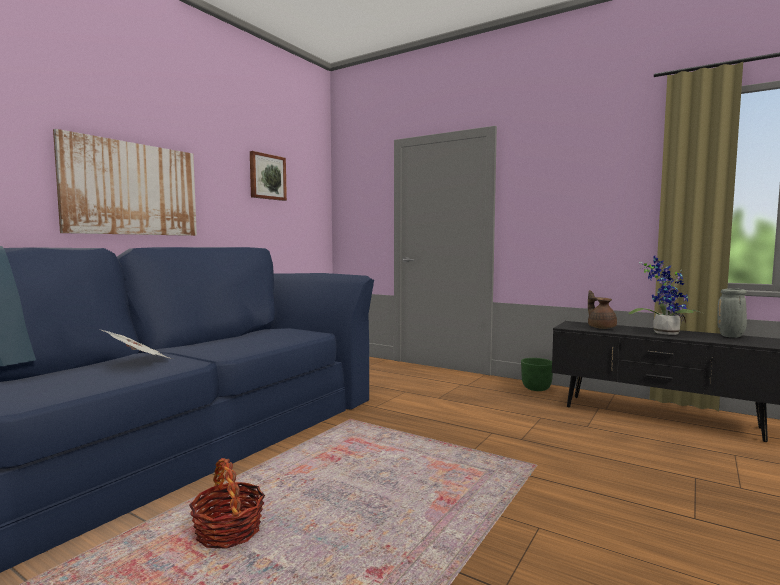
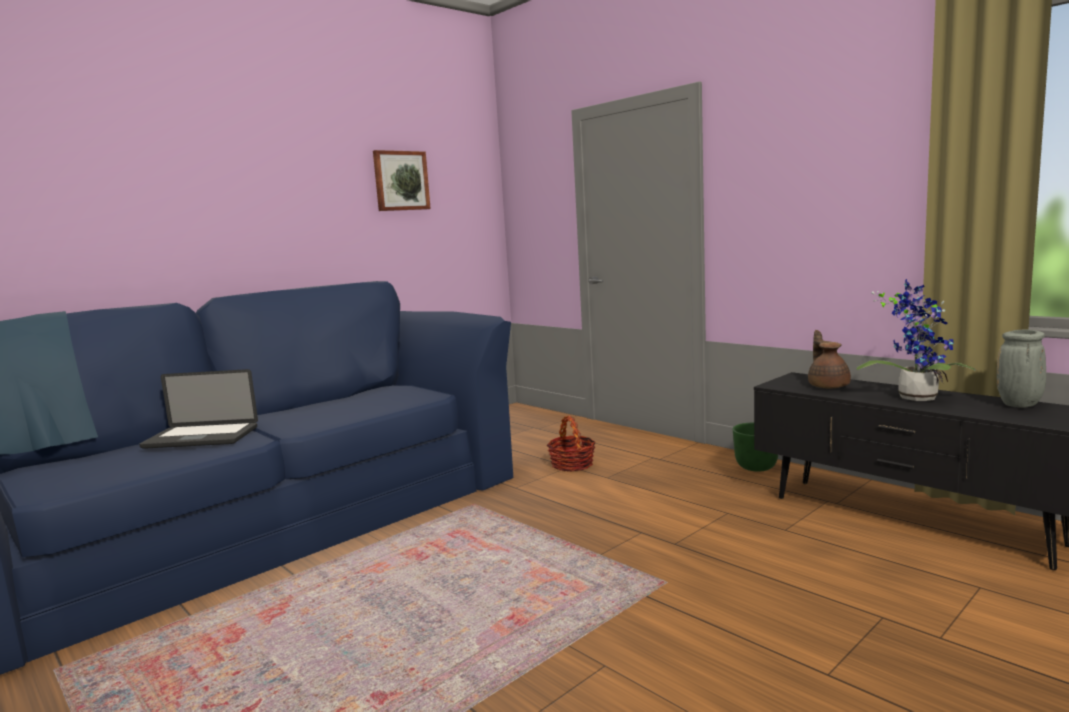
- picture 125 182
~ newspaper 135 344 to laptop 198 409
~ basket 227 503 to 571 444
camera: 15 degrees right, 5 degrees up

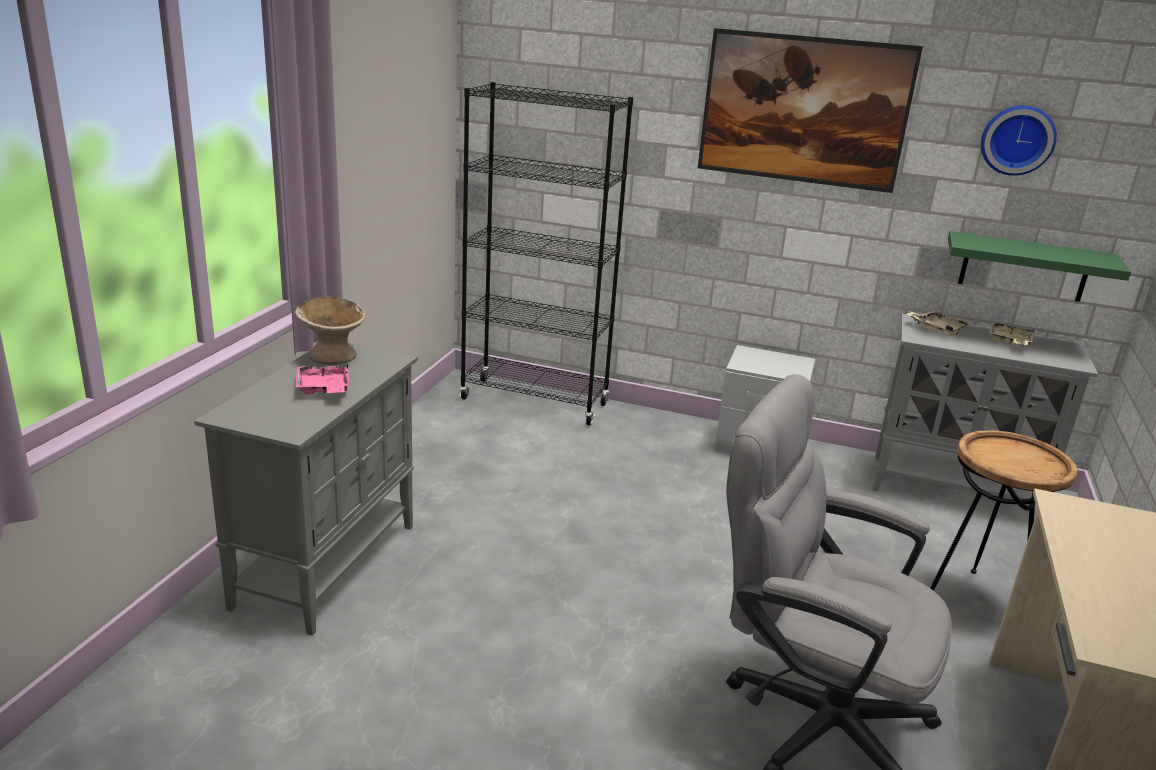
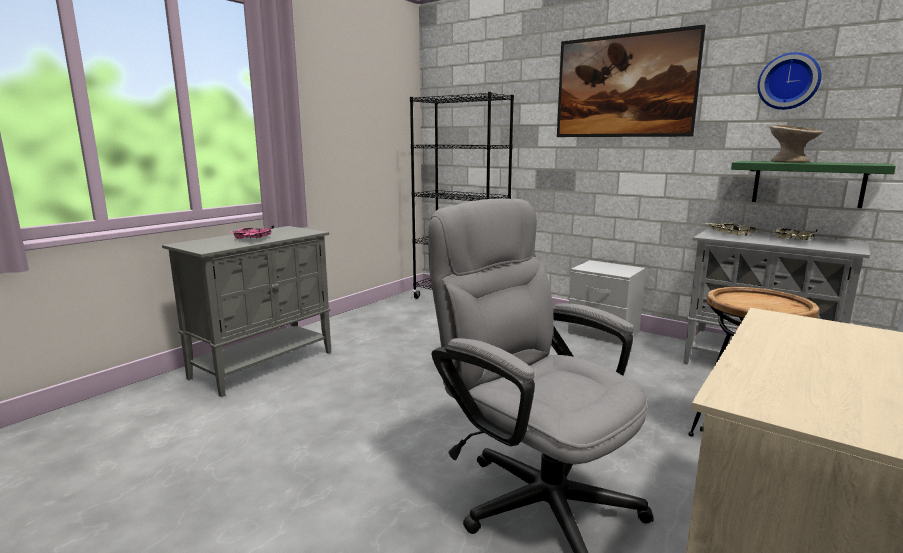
~ beige bowl 330 330 to 796 144
camera: 20 degrees right, 10 degrees down

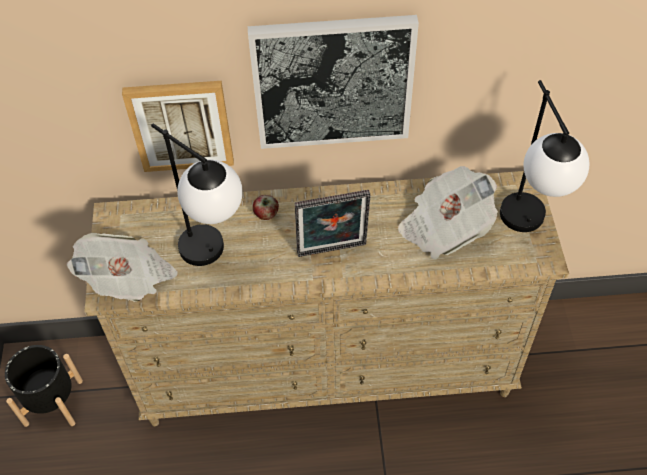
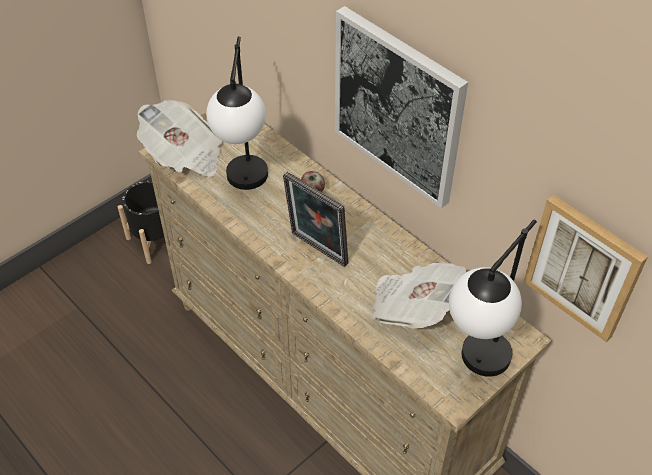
~ picture 178 126 to 586 268
camera: 50 degrees right, 5 degrees down

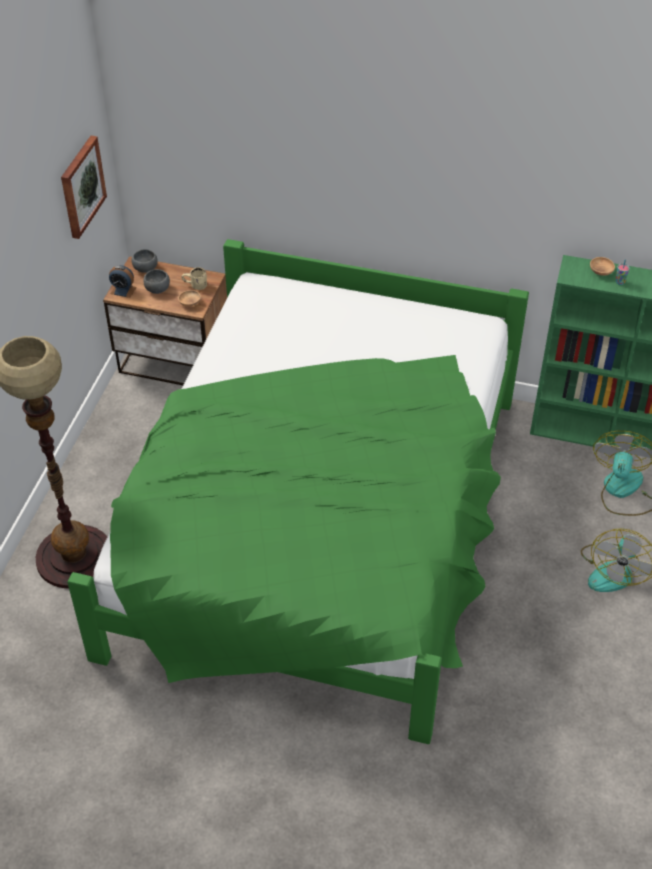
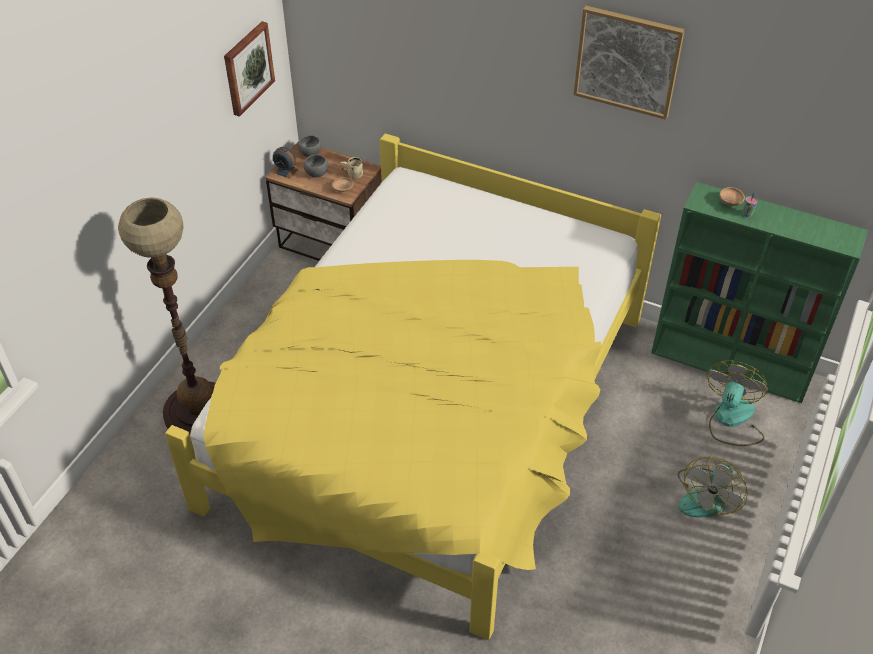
~ green bed 298 491 to yellow bed 413 386
+ picture 629 63
camera: 10 degrees right, 0 degrees up

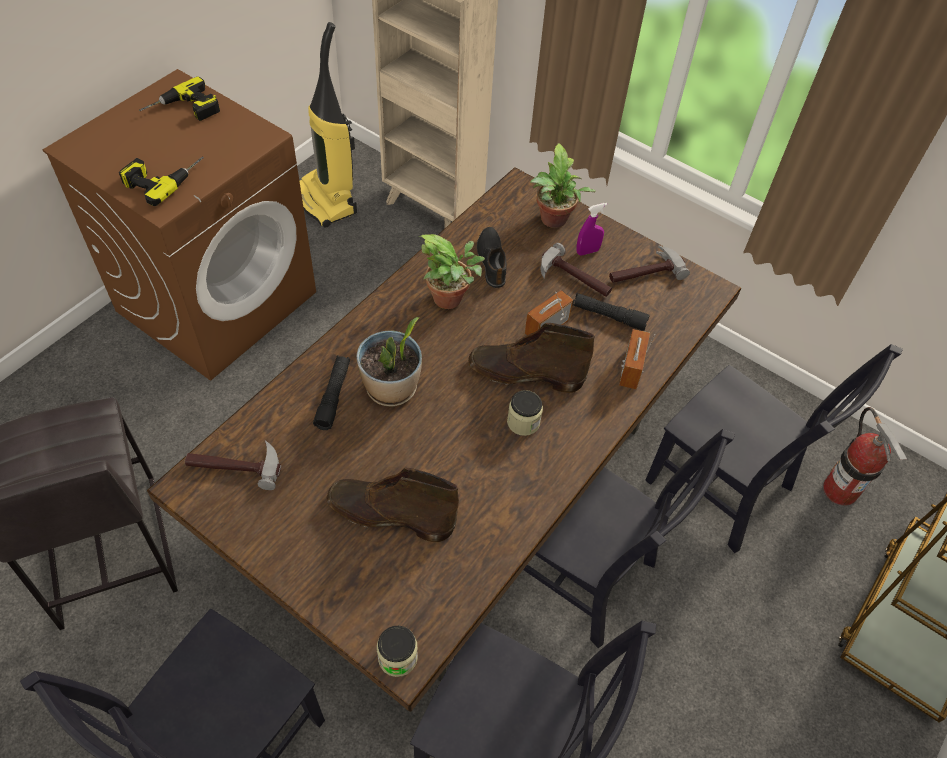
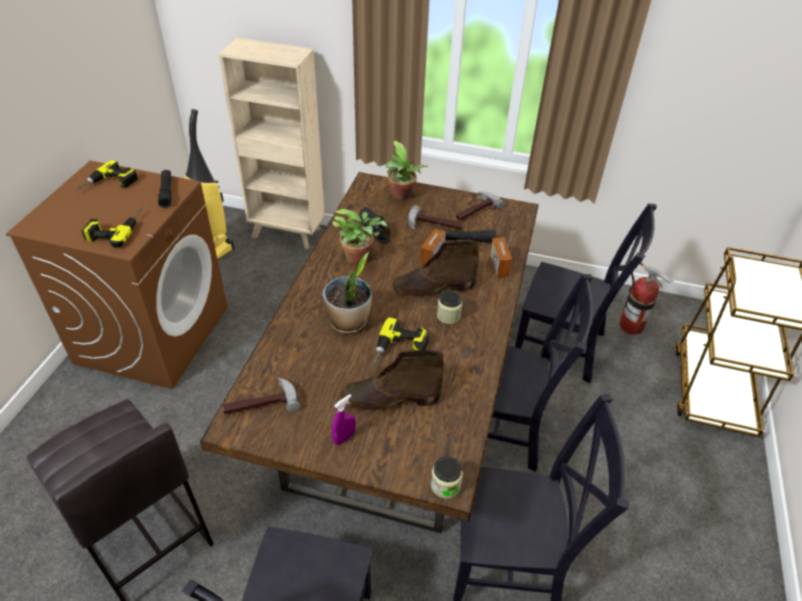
~ purple spray bottle 592 229 to 343 419
~ black flashlight 331 393 to 164 189
+ power drill 400 342
camera: 20 degrees left, 10 degrees down

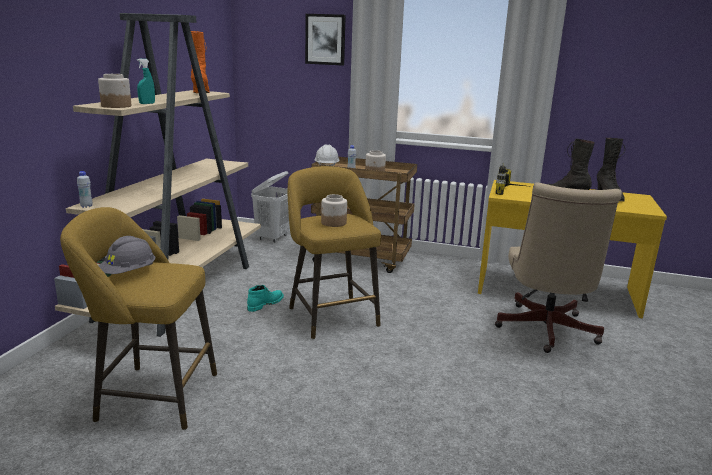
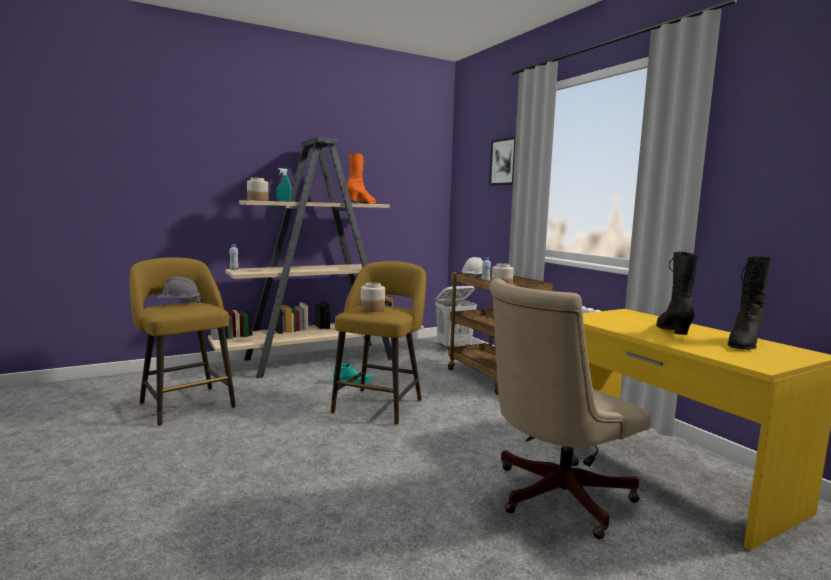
- power drill 513 179
camera: 45 degrees right, 10 degrees down

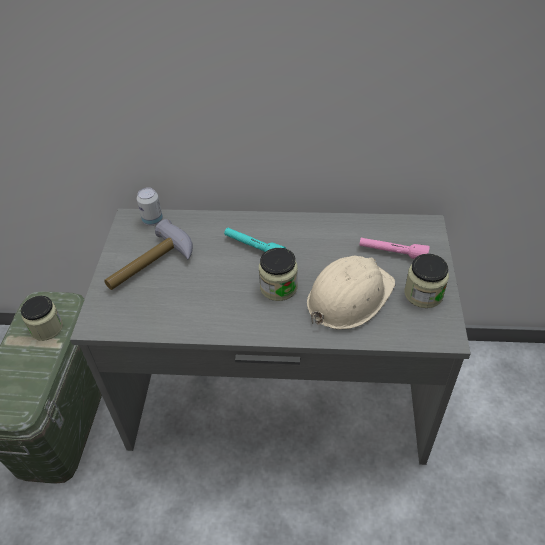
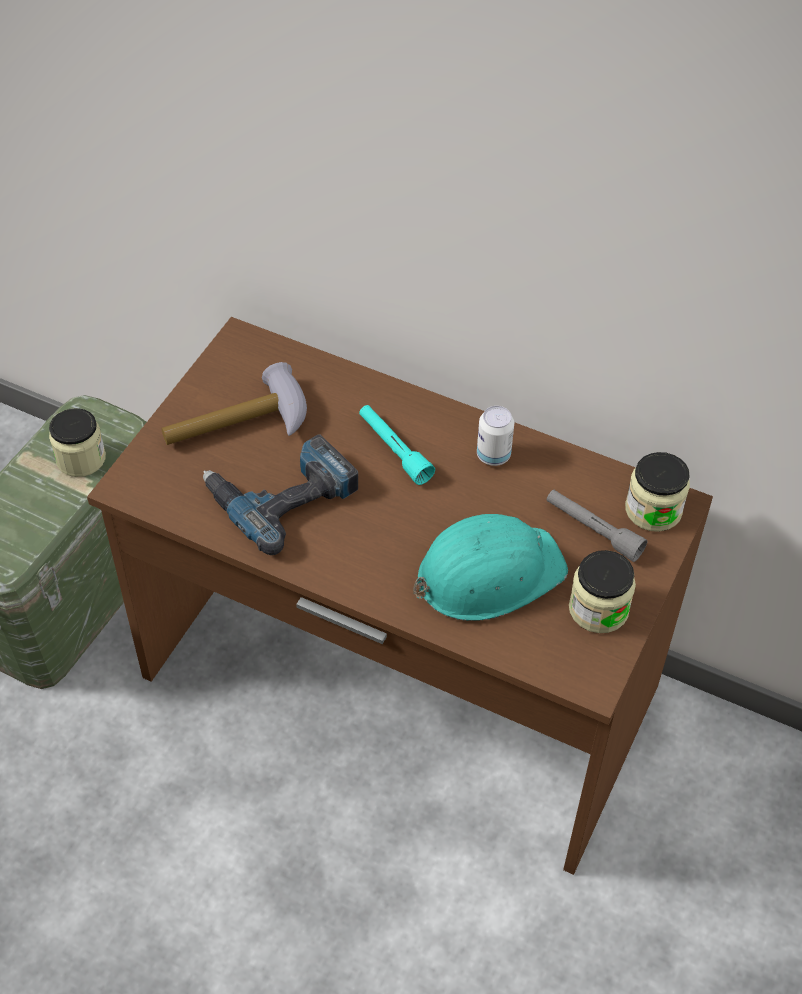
~ can 150 206 to 495 436
~ grey desk 270 337 to brown desk 400 596
~ pink flashlight 394 248 to grey flashlight 597 525
~ jar 278 274 to 657 492
~ beige hard hat 351 293 to turquoise hard hat 490 567
+ power drill 280 494
camera: 20 degrees right, 5 degrees up

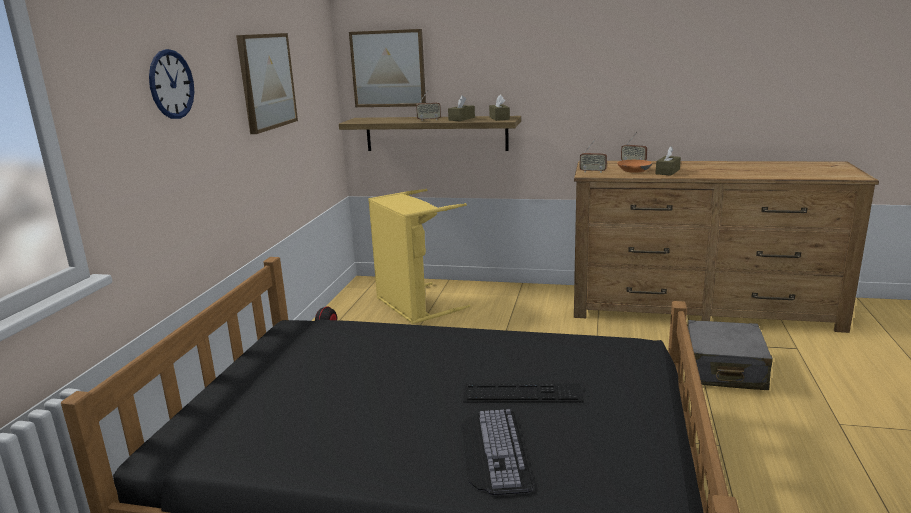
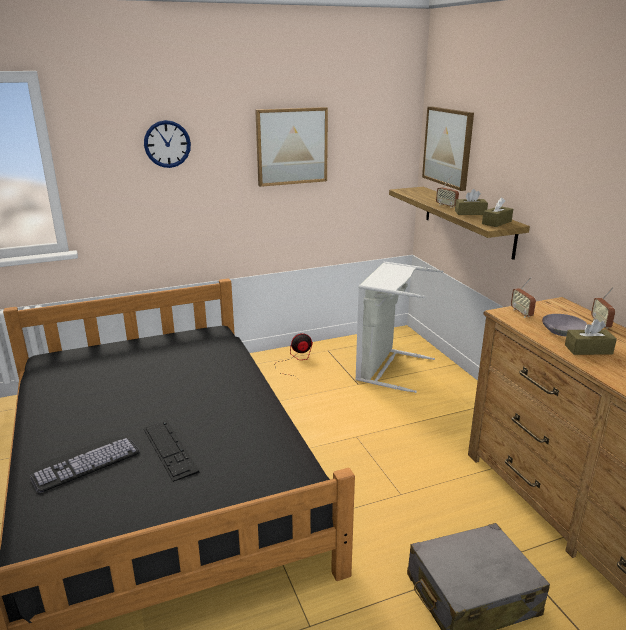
~ orange bowl 634 166 to grey bowl 565 325
~ yellow laundry basket 419 256 to grey laundry basket 399 327
camera: 55 degrees right, 5 degrees up

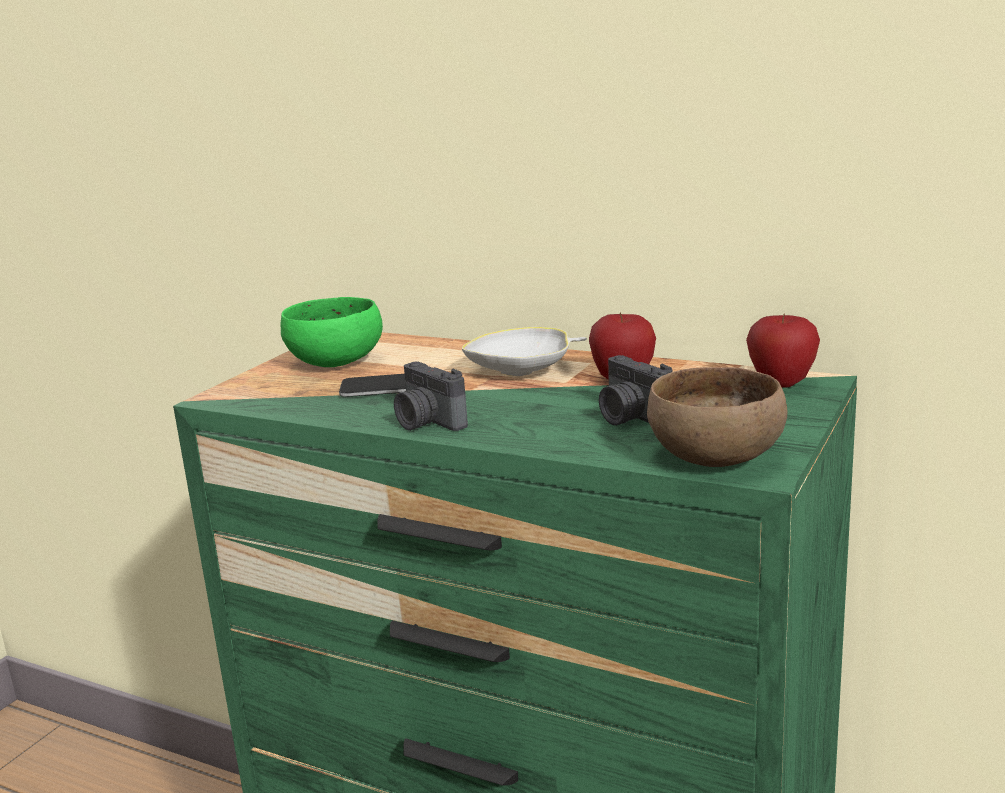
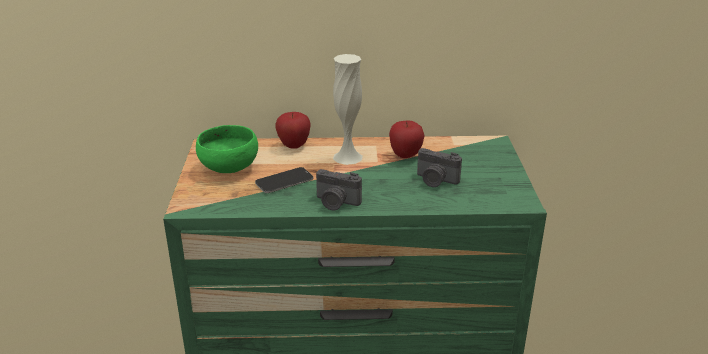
~ apple 783 351 to 293 130
~ white bowl 524 351 to white vase 348 109
- brown bowl 717 417
camera: 30 degrees left, 10 degrees up

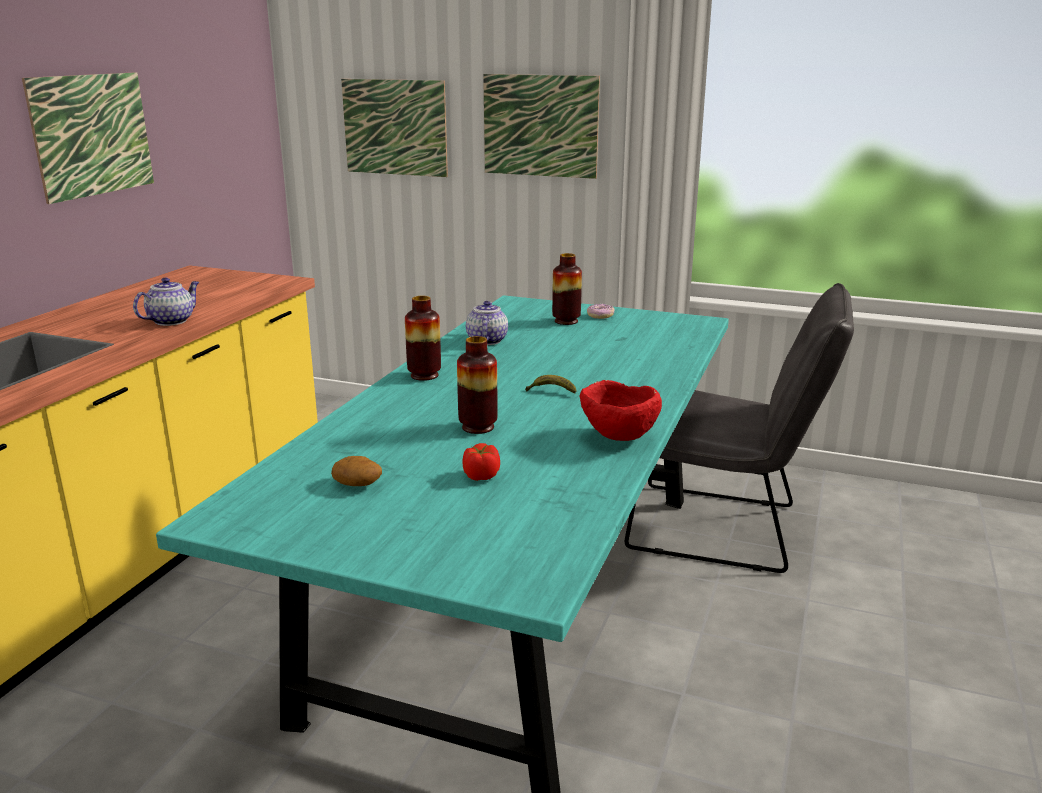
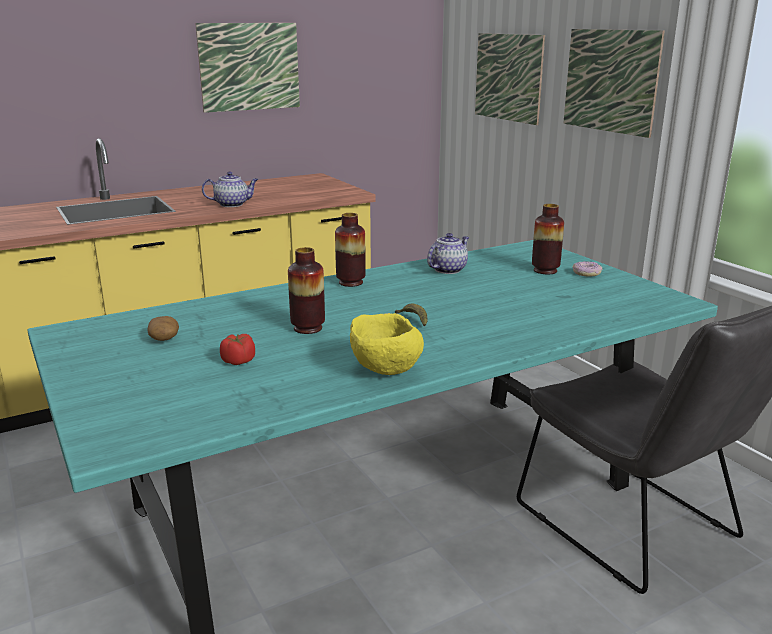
~ red bowl 621 410 to yellow bowl 387 344
camera: 40 degrees right, 0 degrees up

